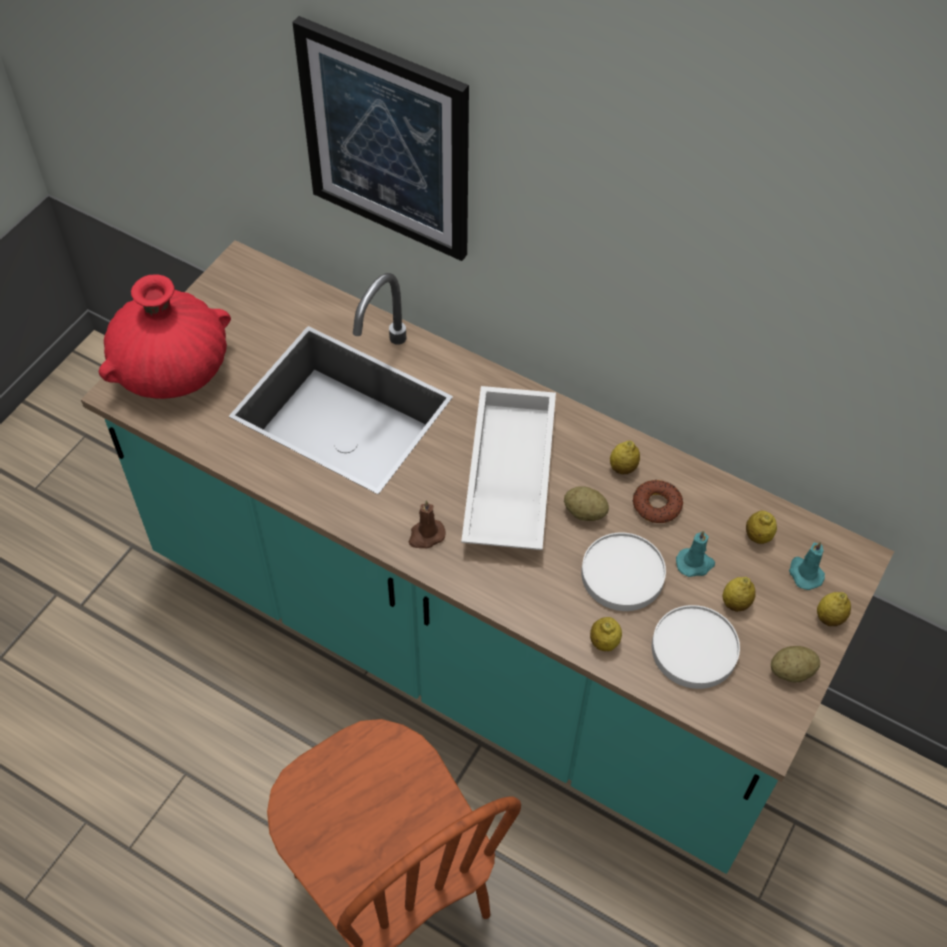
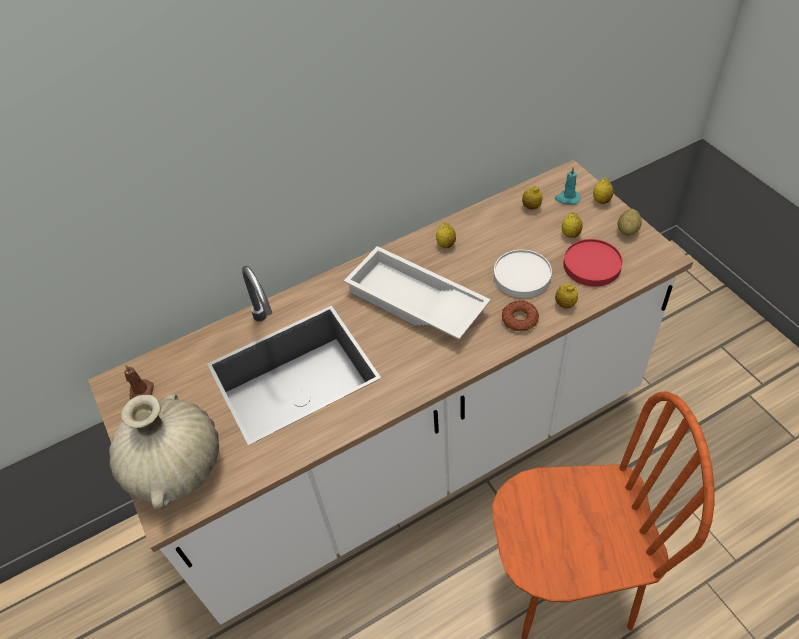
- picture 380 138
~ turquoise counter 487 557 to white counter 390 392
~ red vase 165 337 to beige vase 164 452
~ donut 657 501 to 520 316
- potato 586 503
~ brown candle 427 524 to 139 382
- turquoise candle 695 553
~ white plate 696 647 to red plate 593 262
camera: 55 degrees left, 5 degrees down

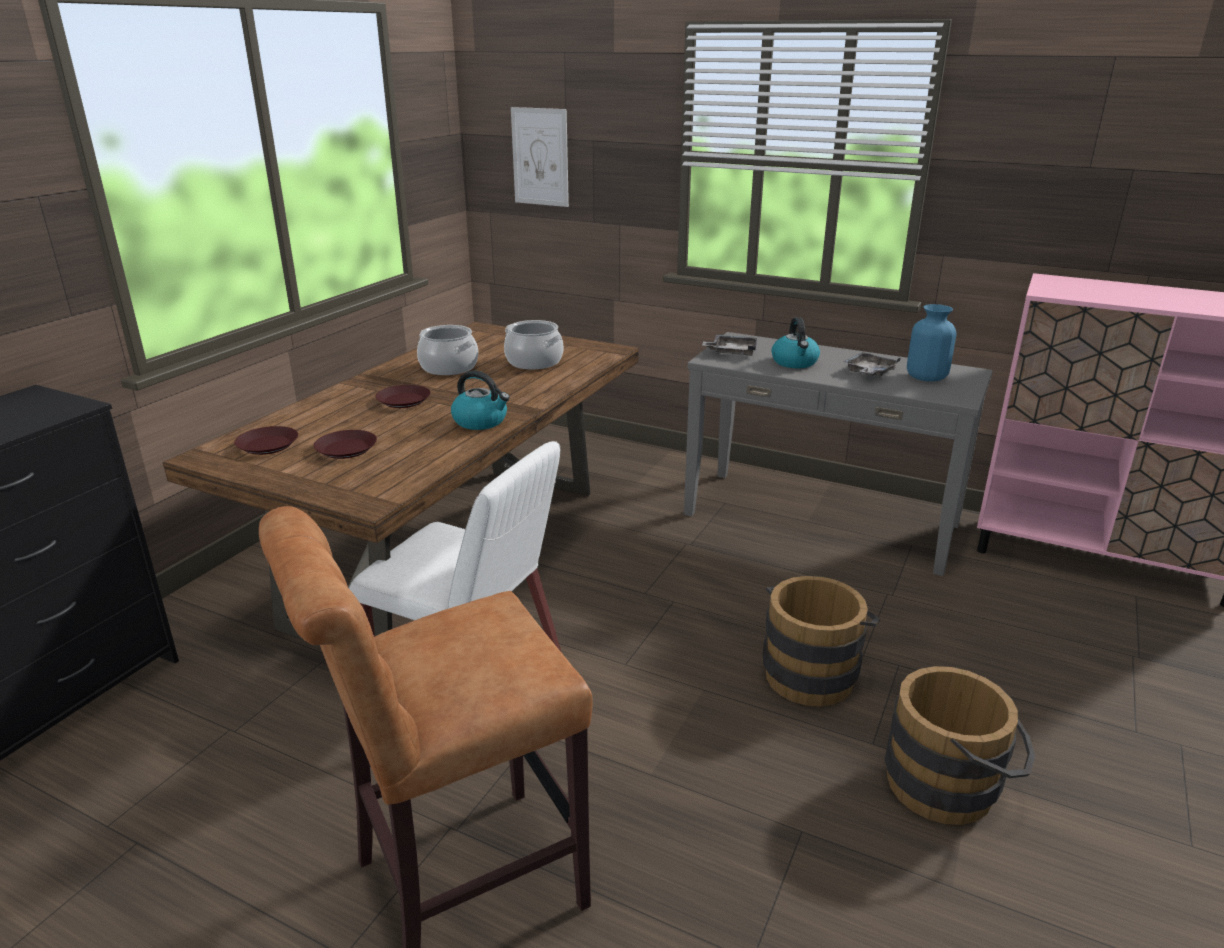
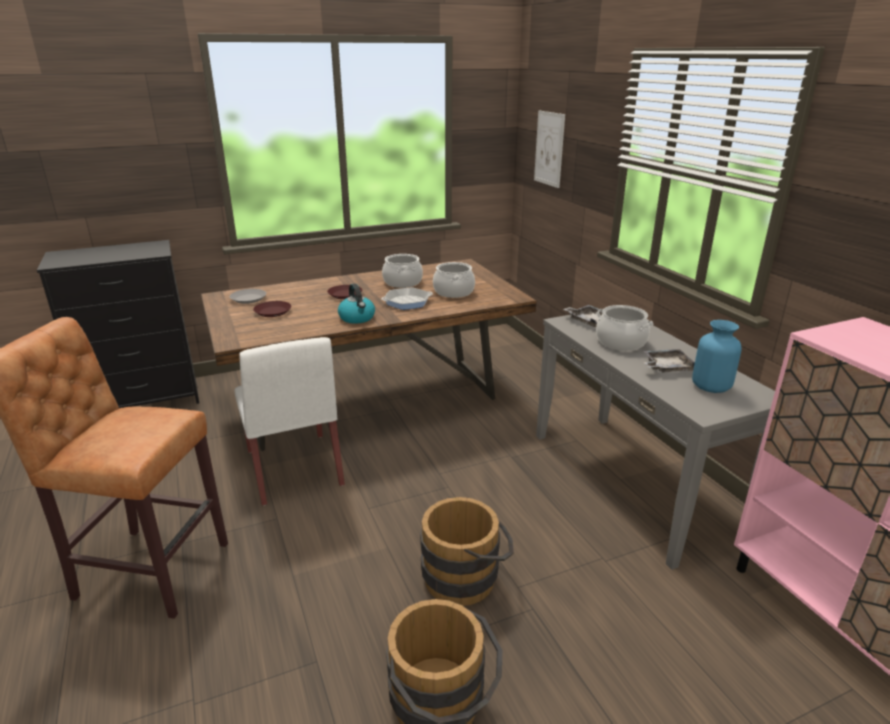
~ kettle 796 342 to cooking pot 625 328
~ brown plate 266 440 to grey plate 248 296
+ frying pan 407 298
camera: 40 degrees right, 0 degrees up

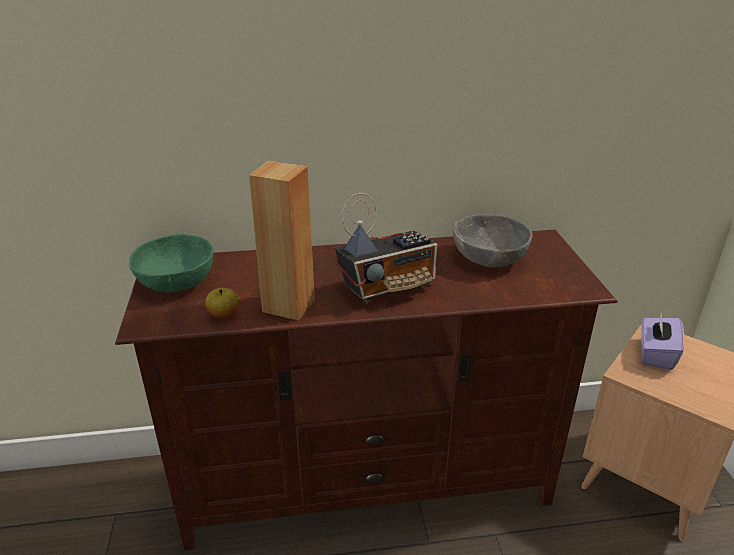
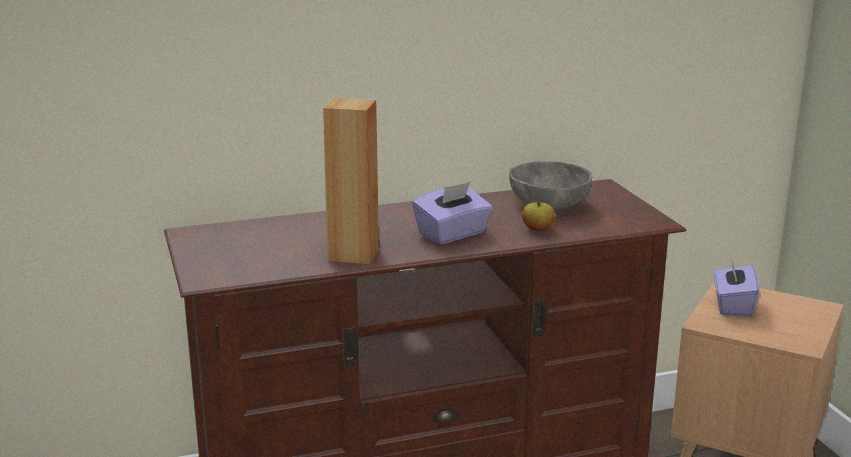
~ radio 386 248 to purple tissue box 452 213
- green bowl 171 262
~ apple 222 303 to 538 216
camera: 10 degrees left, 10 degrees down

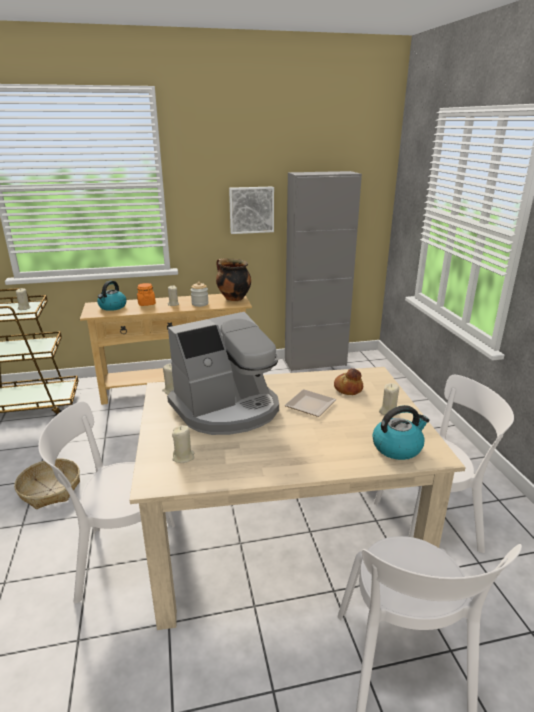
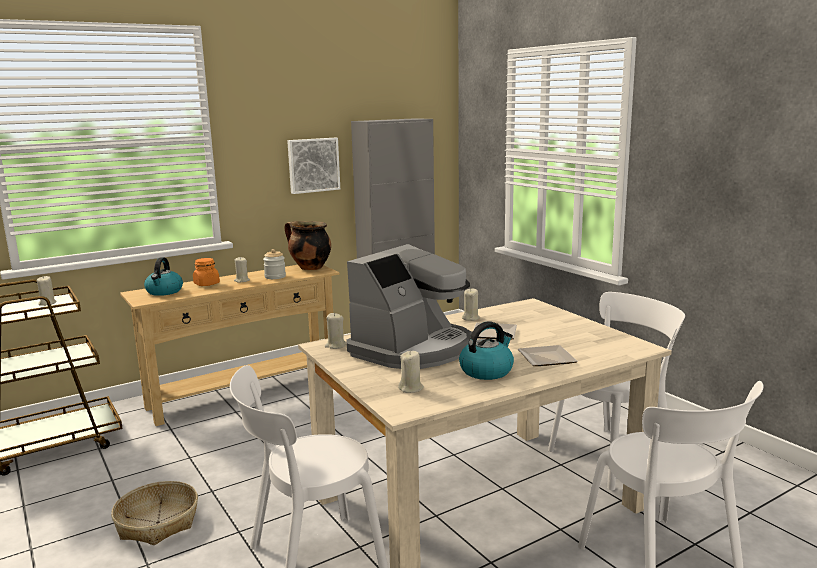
- bread 348 381
~ beige candle 389 399 to 471 305
~ kettle 401 432 to 486 350
+ plate 548 355
camera: 20 degrees left, 10 degrees down

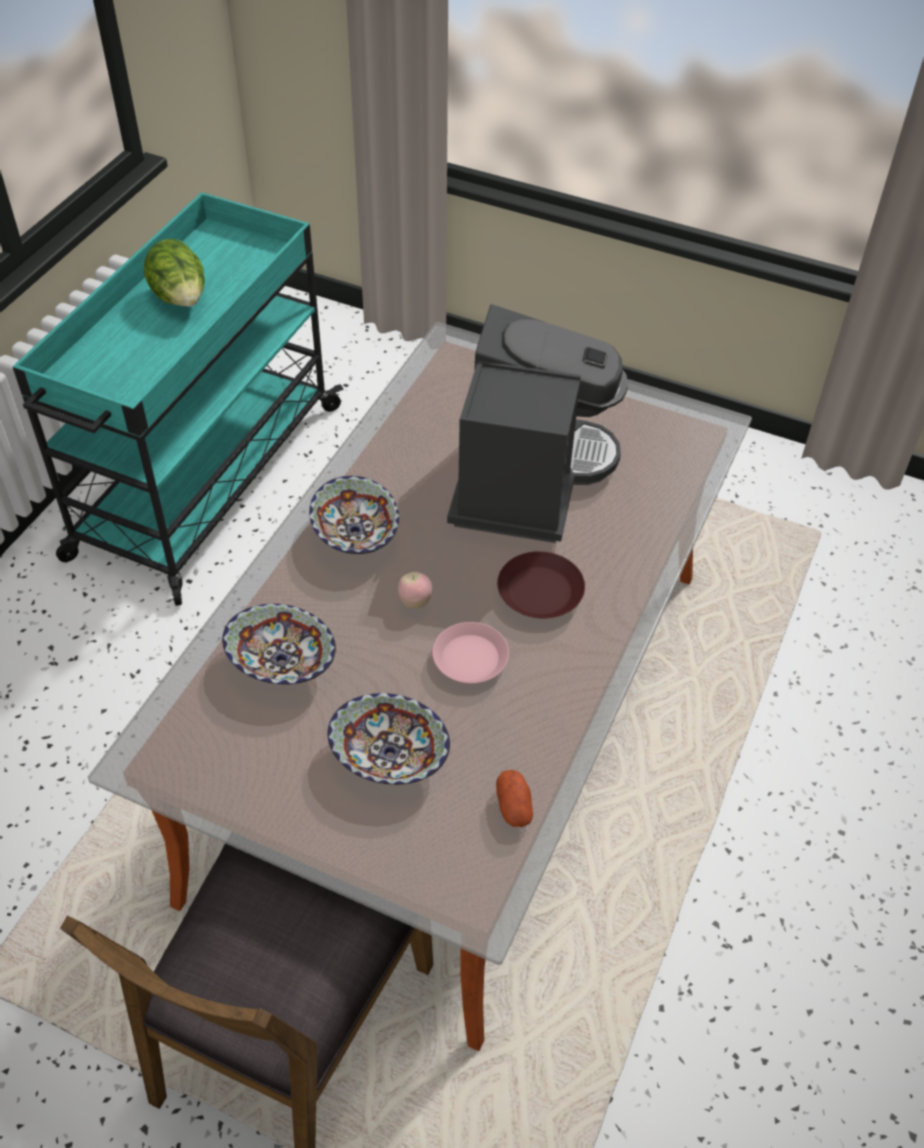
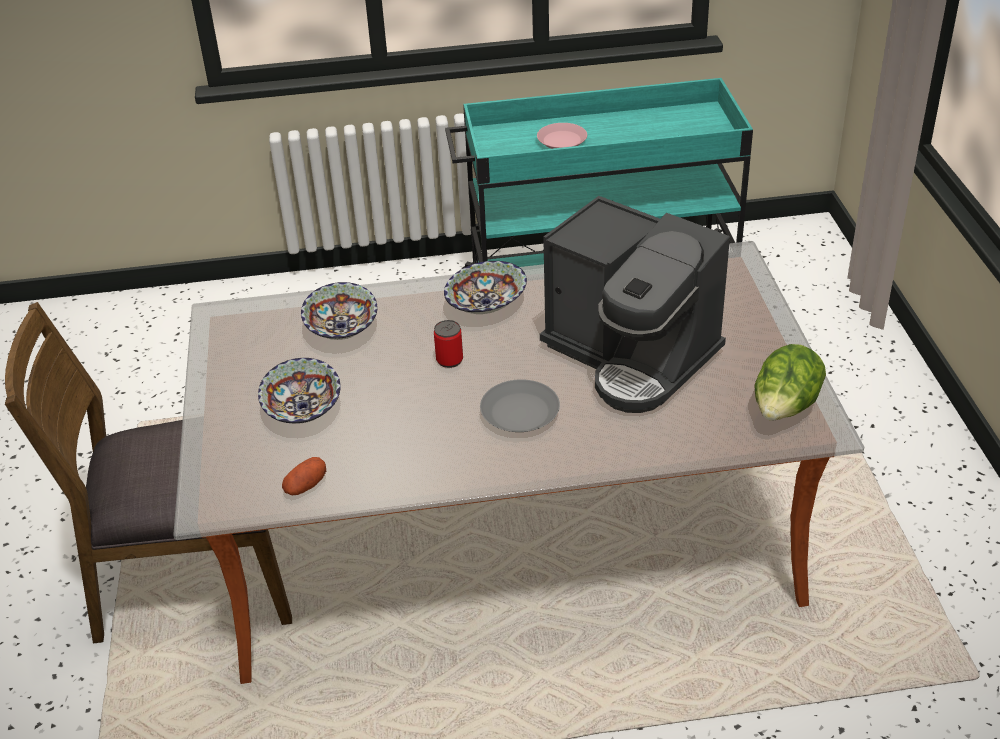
~ lettuce 174 273 to 790 382
~ coffee machine 537 423 = 635 304 60 degrees clockwise
~ brown plate 541 585 to grey plate 520 405
~ apple 415 590 to can 448 344
~ pink plate 470 653 to 562 136
camera: 60 degrees right, 10 degrees down

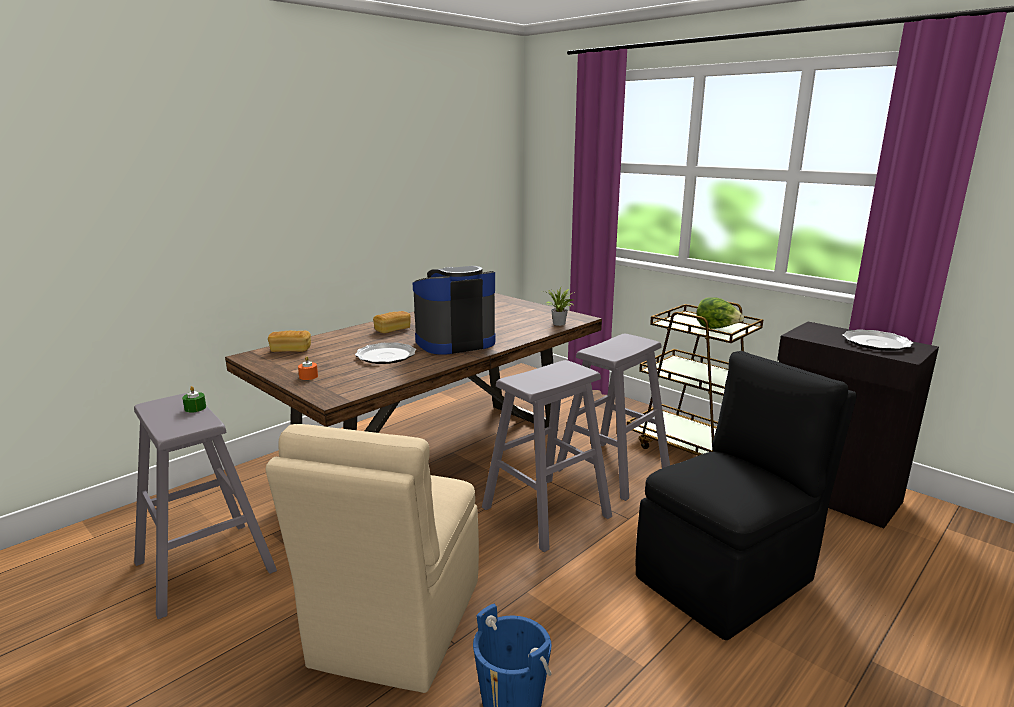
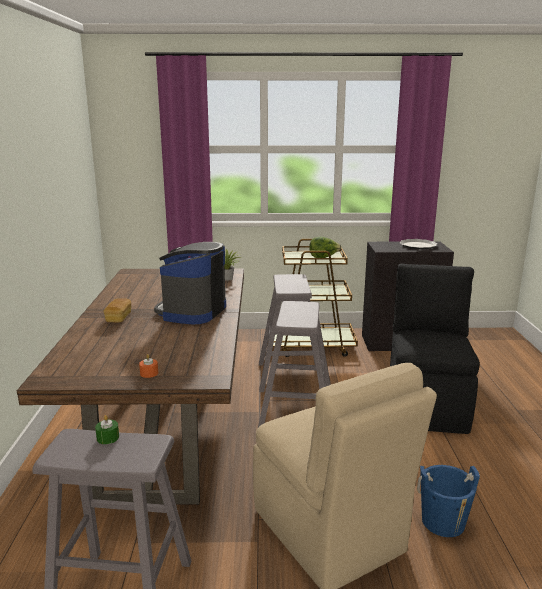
- bread 289 341
- plate 385 353
camera: 45 degrees left, 0 degrees up

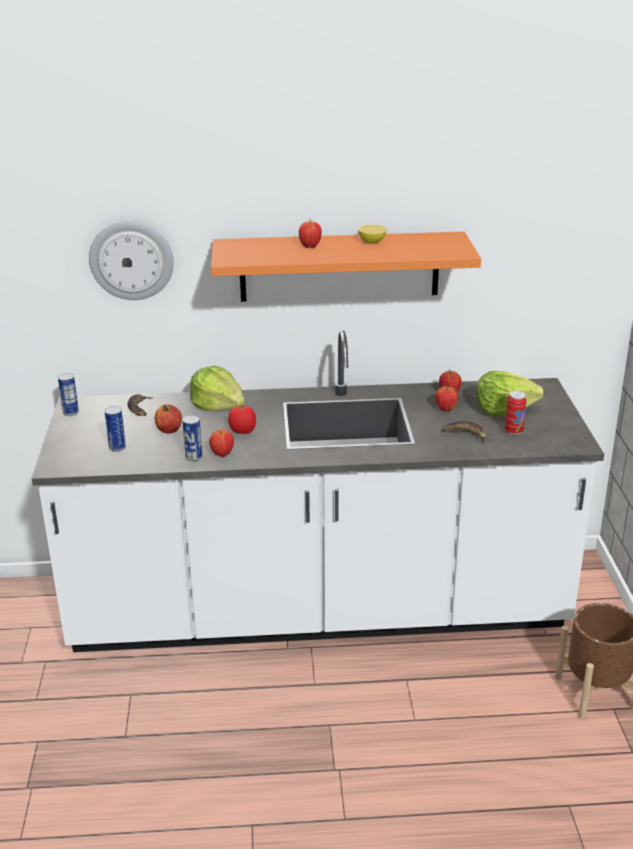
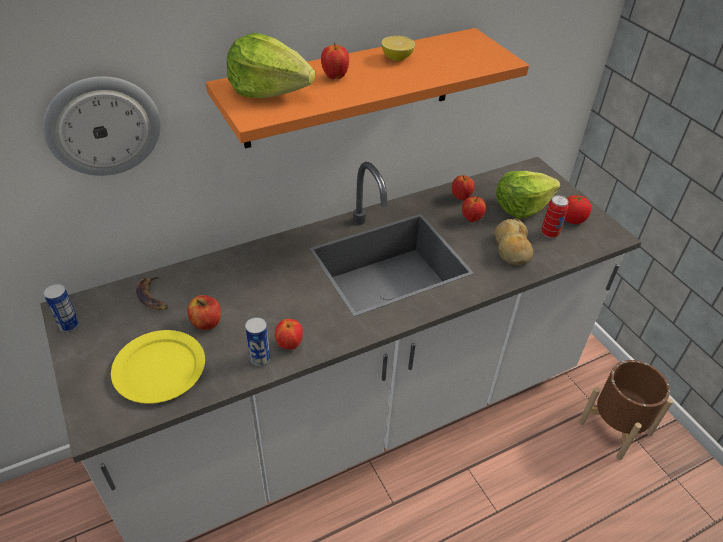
~ lettuce 217 388 to 271 65
~ tomato 242 419 to 578 209
~ can 115 429 to yellow plate 158 367
~ banana 464 433 to bread 513 241
camera: 25 degrees left, 15 degrees up

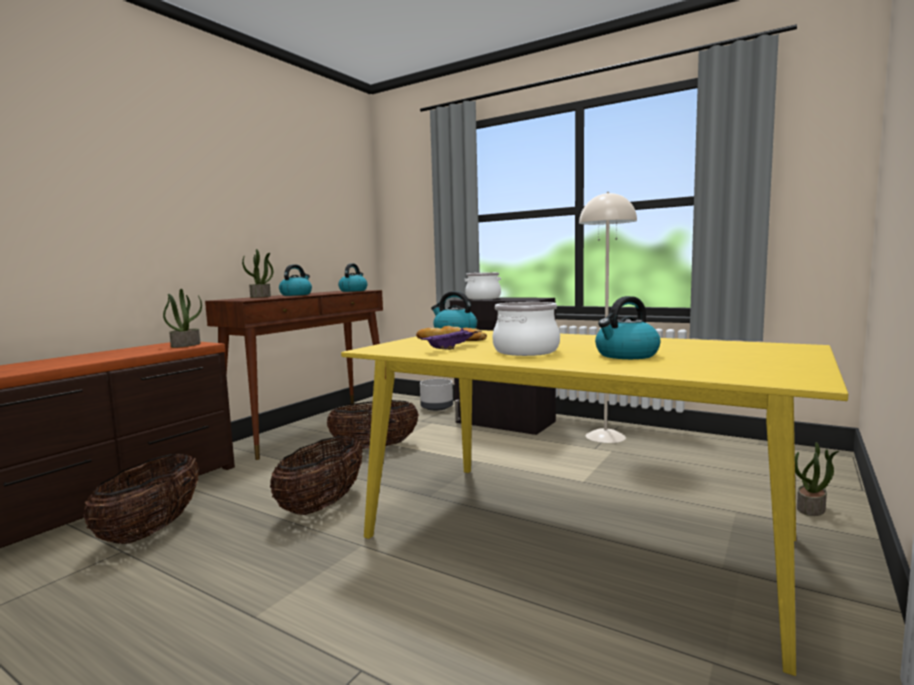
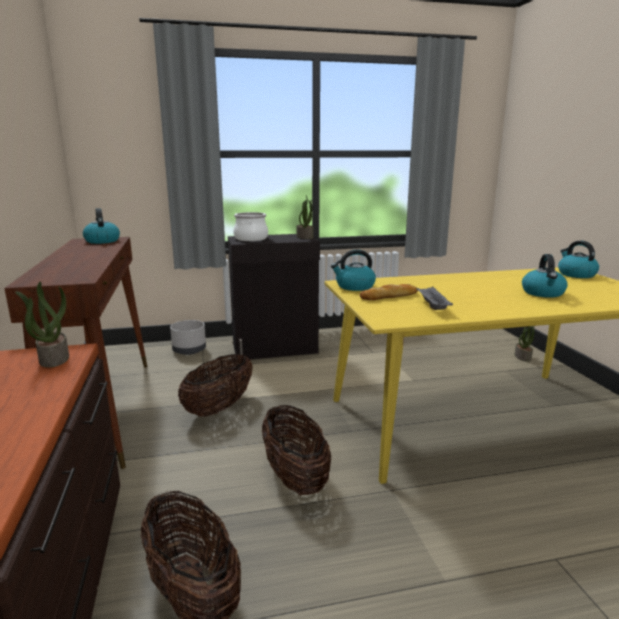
- beige floor lamp 608 317
~ potted plant 257 273 to 305 217
~ kettle 295 280 to 578 259
- cooking pot 526 329
~ purple tray 450 339 to grey tray 434 298
camera: 45 degrees left, 10 degrees up

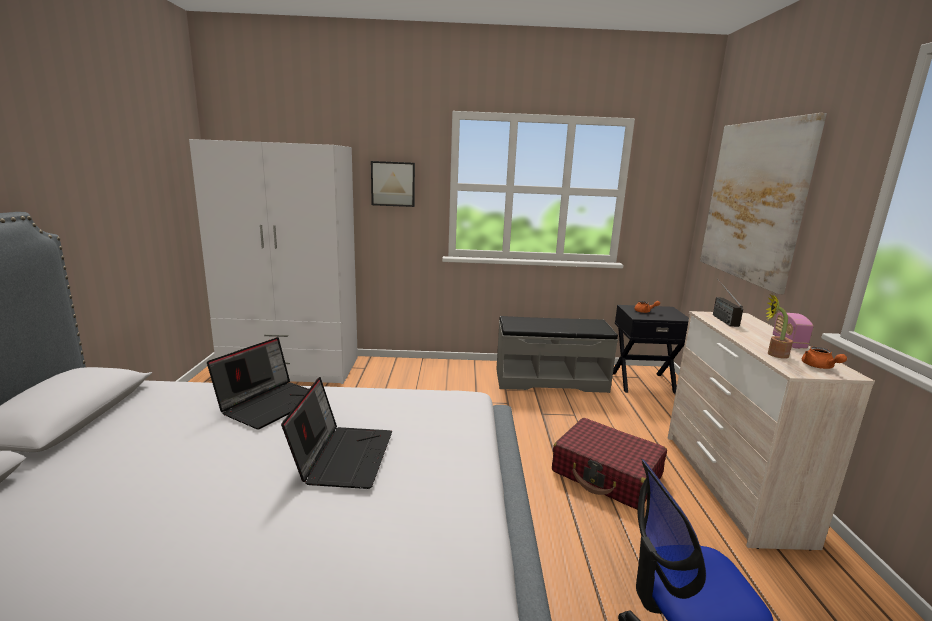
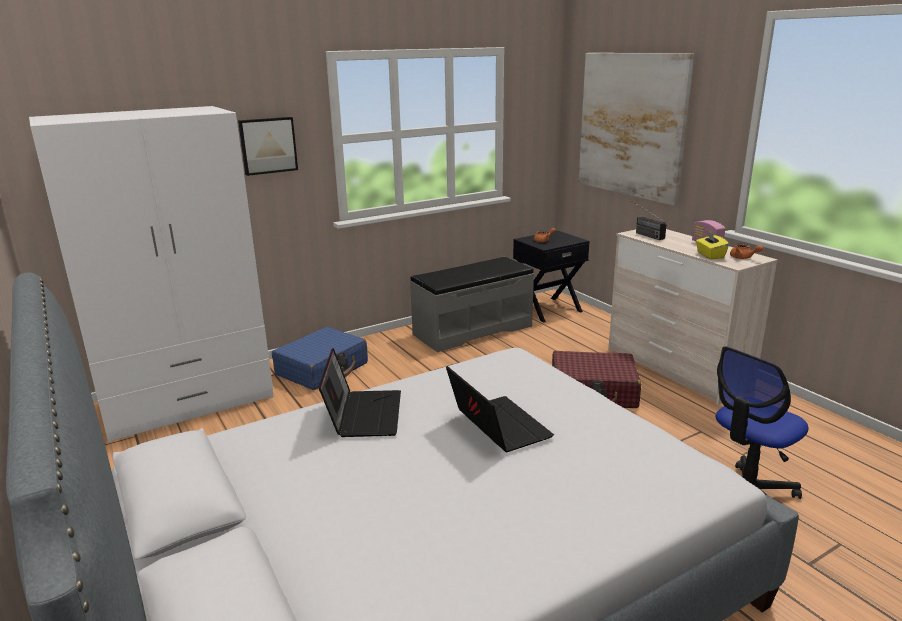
~ potted plant 779 326 to yellow tissue box 712 245
+ blue suitcase 320 358
camera: 30 degrees left, 5 degrees up

